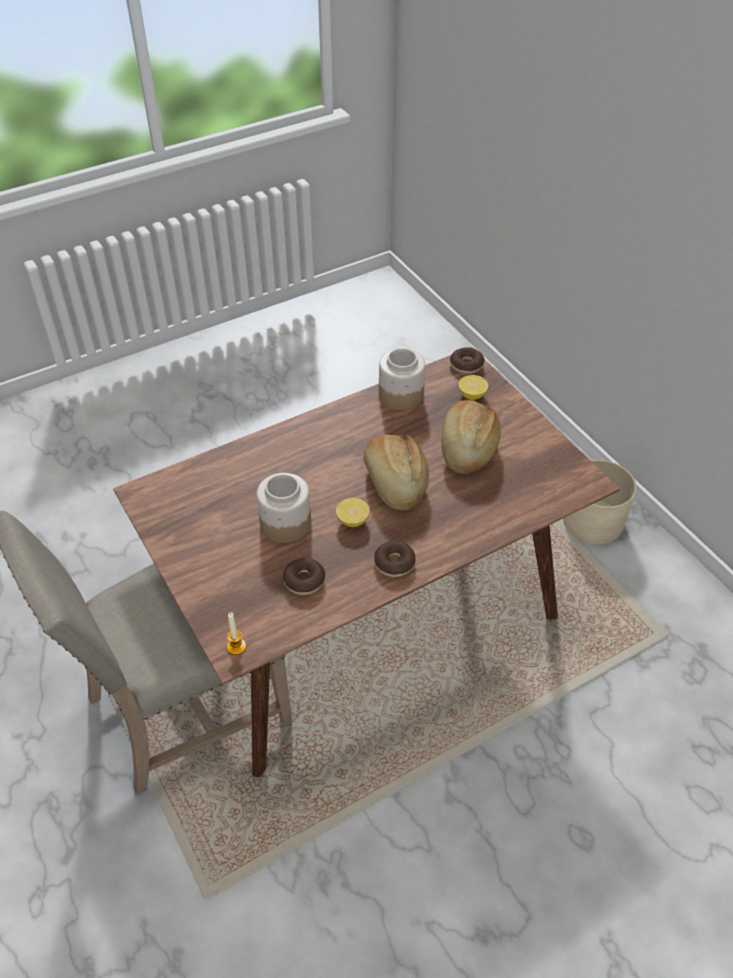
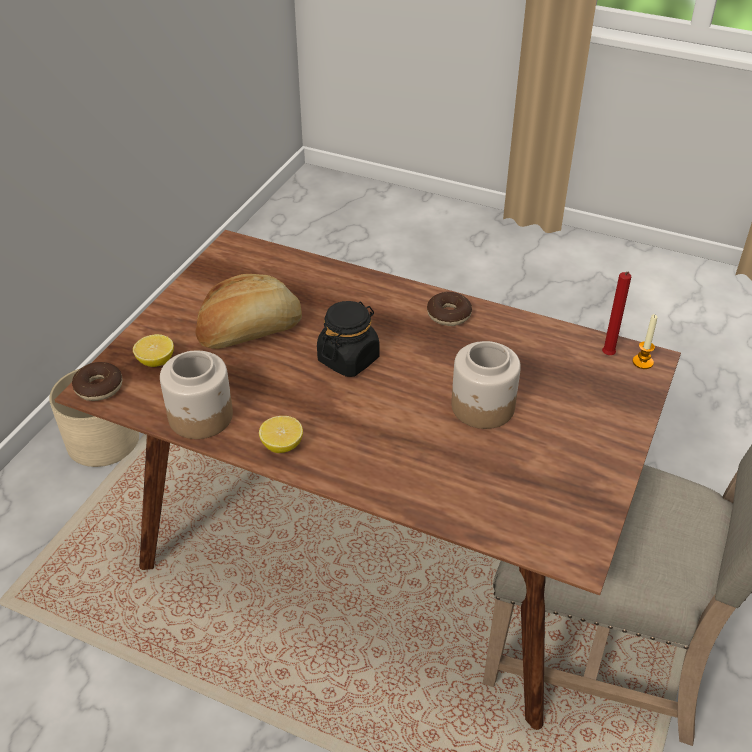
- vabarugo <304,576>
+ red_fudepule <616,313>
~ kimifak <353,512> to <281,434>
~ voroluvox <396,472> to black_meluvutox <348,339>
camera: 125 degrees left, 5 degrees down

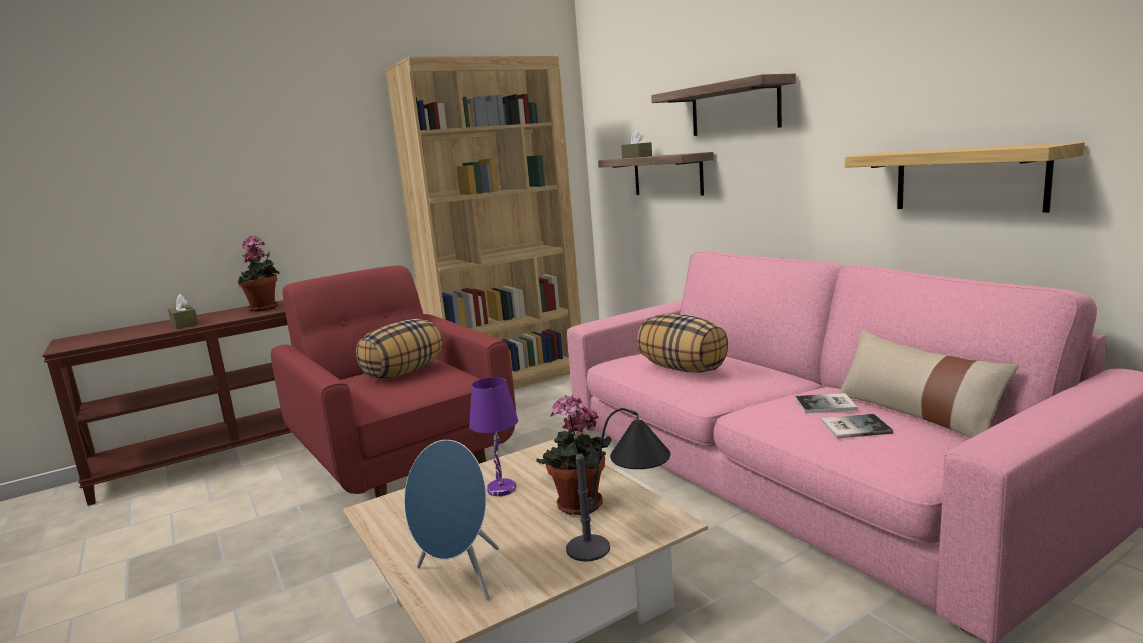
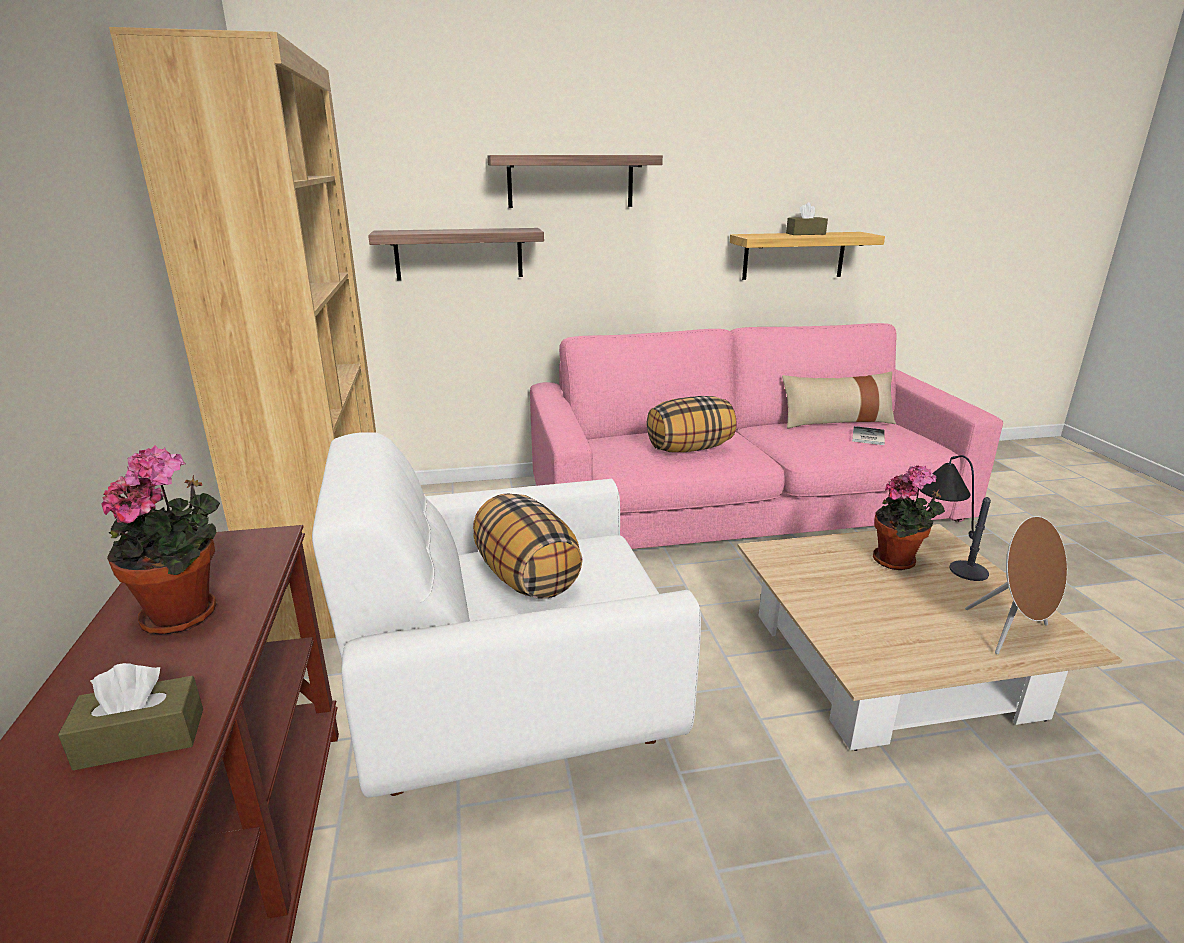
- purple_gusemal <493,436>
- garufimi <826,403>
~ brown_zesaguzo <636,144> to <807,218>
~ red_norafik <393,382> to white_norafik <506,615>
~ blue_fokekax <451,519> to brown_fokekax <1016,585>
camera: 70 degrees left, 10 degrees up

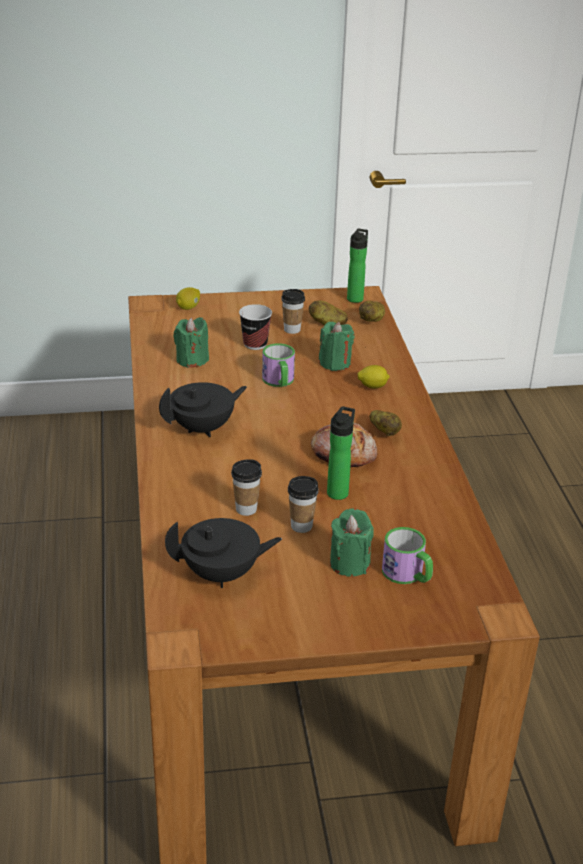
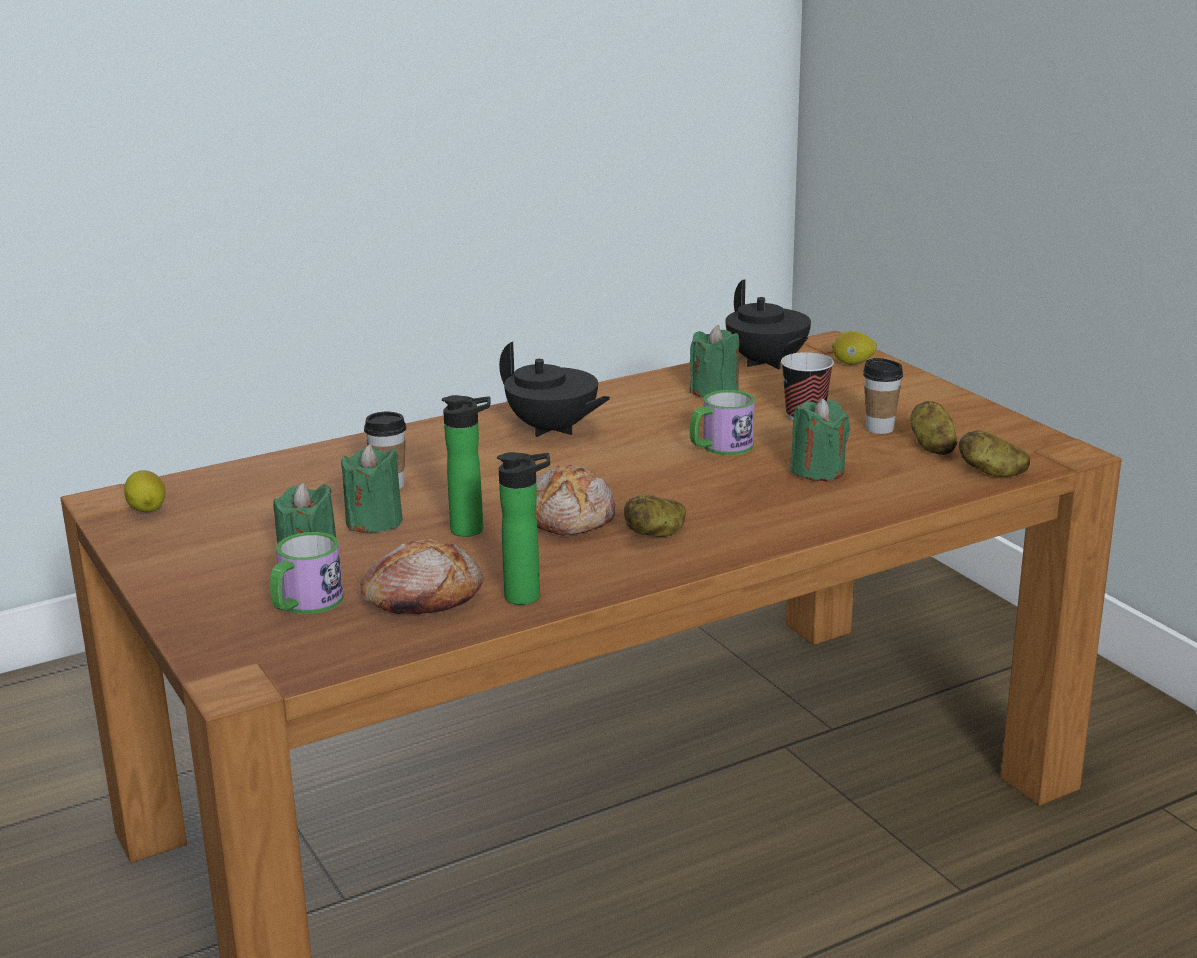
+ voroluvox <422,576>
~ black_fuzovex <223,553> to <768,324>
~ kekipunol <357,266> to <523,528>
~ kimifak <373,377> to <144,491>
~ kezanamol <303,504> to green_fudepule <372,488>
camera: 70 degrees right, 10 degrees down

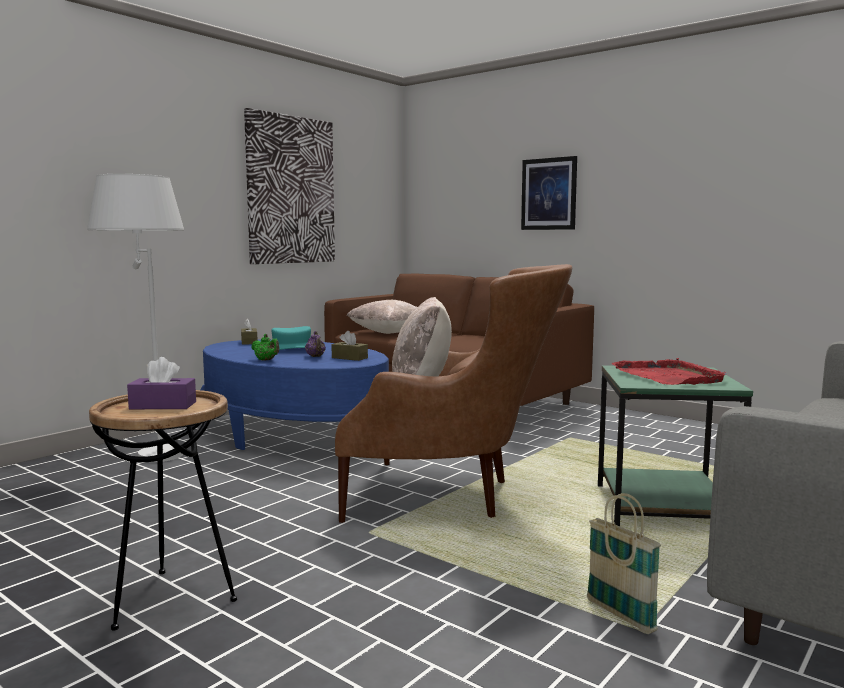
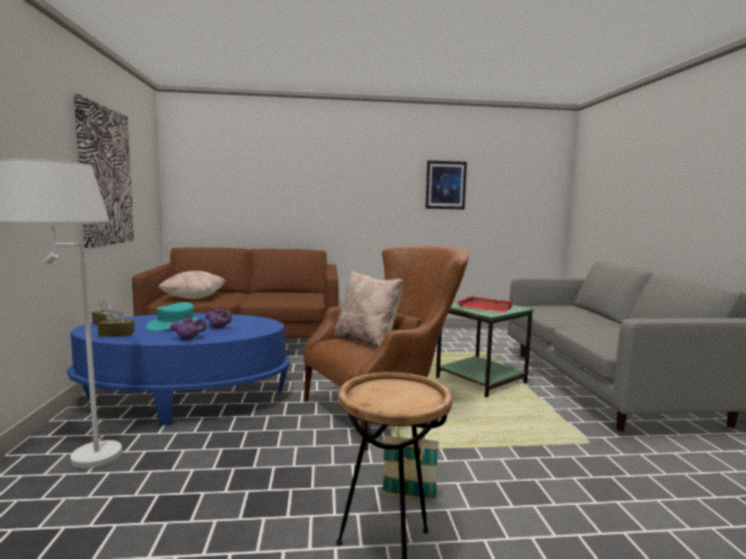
- purple_zesaguzo <161,383>
~ brown_zesaguzo <349,346> to <116,323>
~ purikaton <549,193> to <446,185>
~ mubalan <624,563> to <410,464>
~ green_fuzovex <265,347> to purple_fuzovex <188,326>
camera: 45 degrees left, 0 degrees up

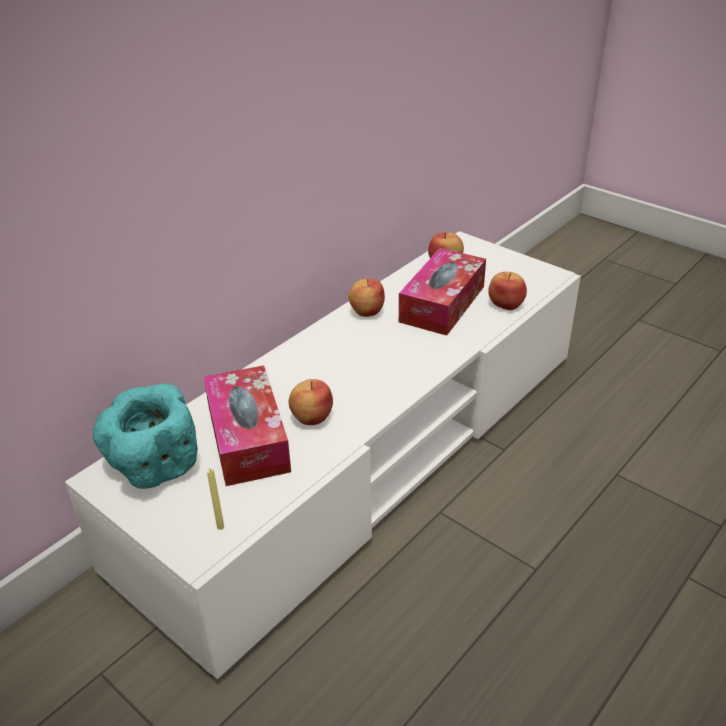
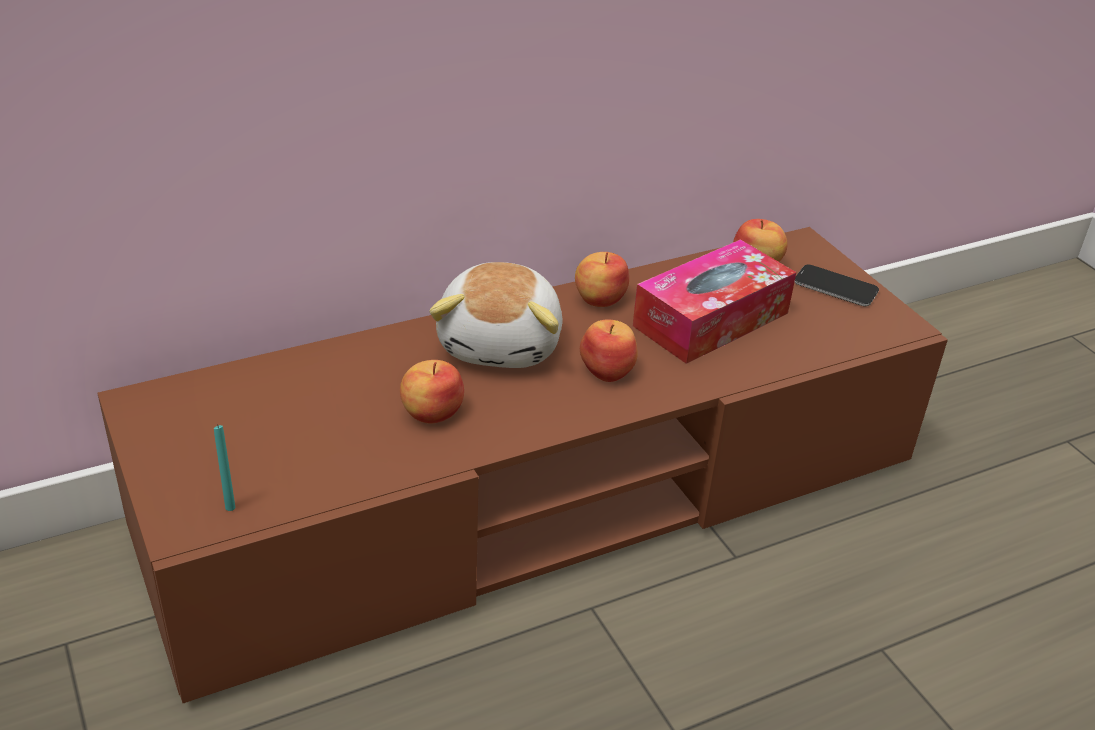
- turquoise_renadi <145,436>
- zesaguzo <247,425>
+ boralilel <495,315>
+ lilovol <836,285>
~ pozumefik <507,291> to <609,350>
~ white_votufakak <323,455> to brown_votufakak <522,465>
~ yellow_fudepule <215,499> to turquoise_fudepule <224,467>
camera: 20 degrees right, 0 degrees up

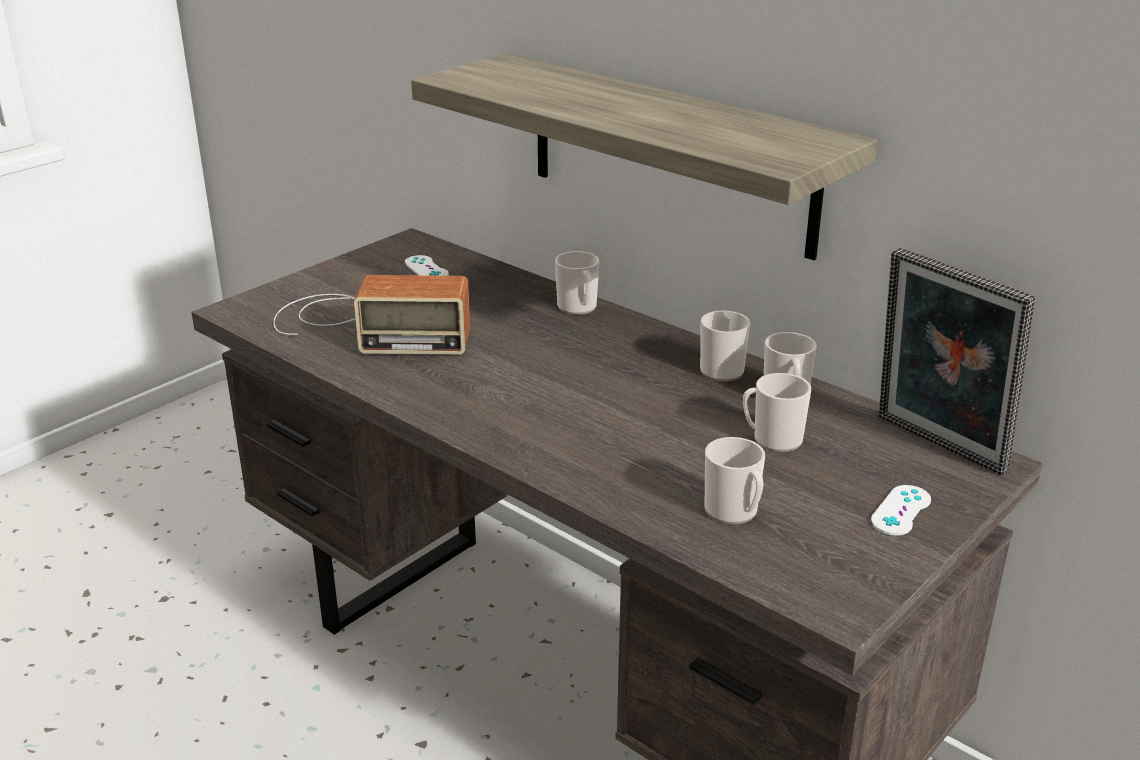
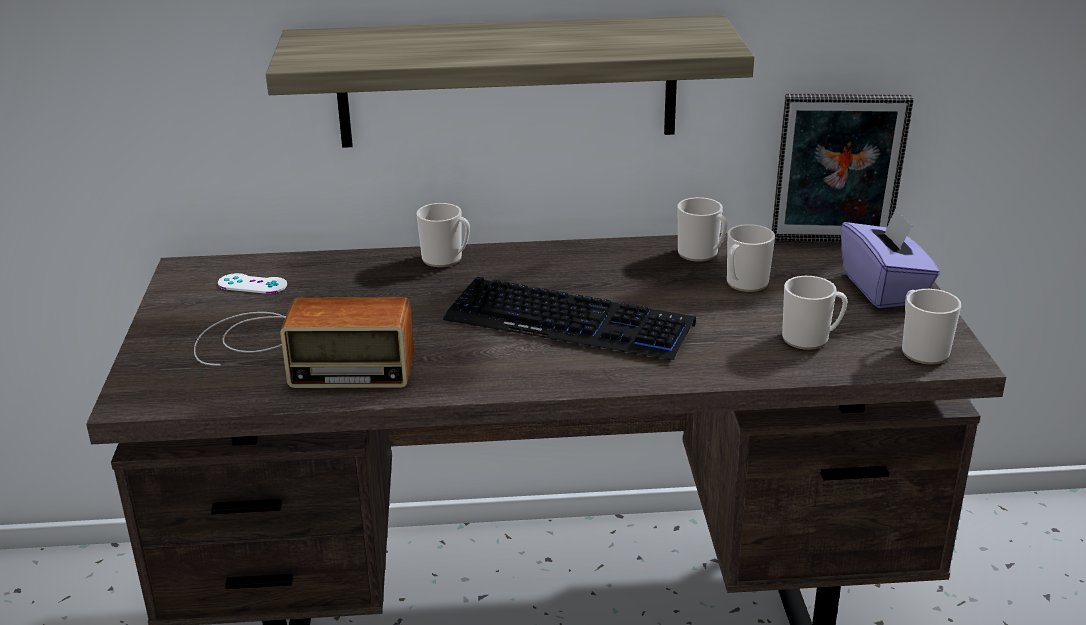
+ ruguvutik <569,318>
~ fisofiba <725,346> to <931,327>
~ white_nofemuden <901,510> to purple_zesaguzo <890,258>
~ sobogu <371,315> = <304,342> 45 degrees clockwise
camera: 45 degrees left, 0 degrees up

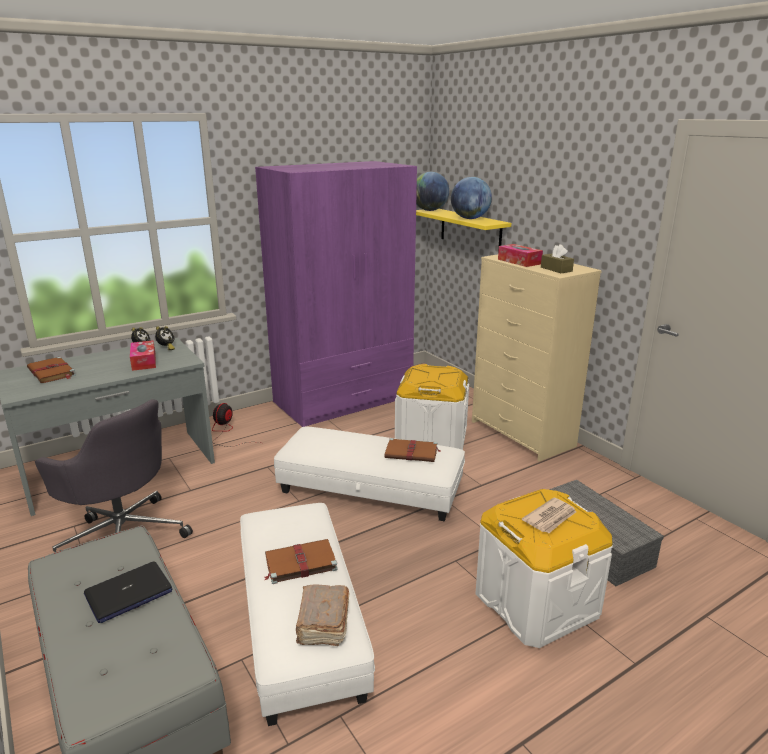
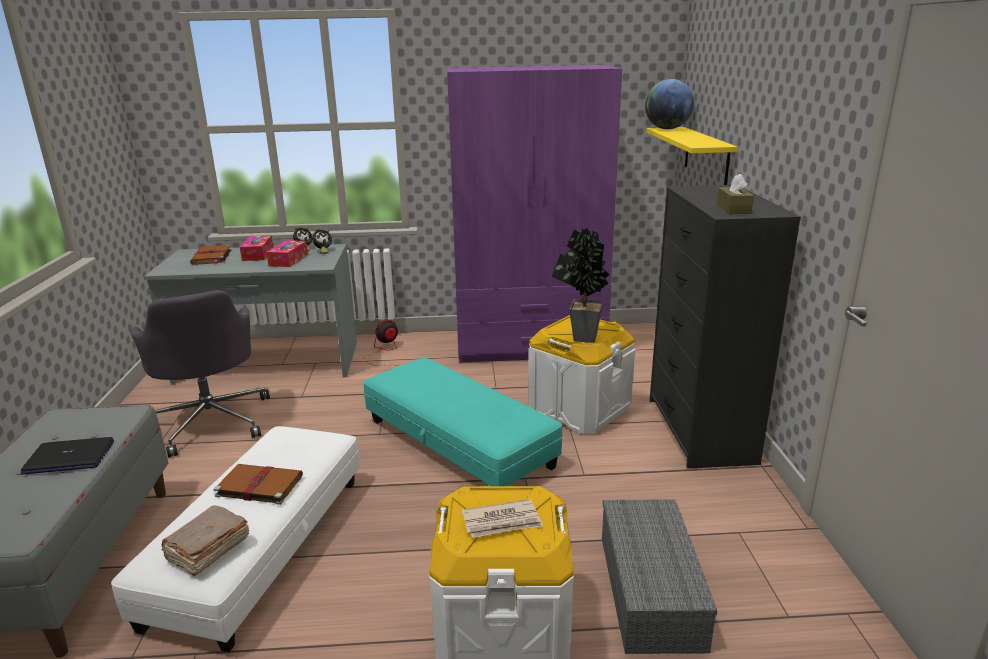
- brown_garufimi <412,450>
- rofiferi <471,198>
+ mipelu <581,285>
~ zesaguzo <520,255> to <256,248>
~ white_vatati <369,473> to turquoise_vatati <463,422>
~ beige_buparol <537,357> to black_buparol <725,327>
camera: 30 degrees right, 0 degrees up

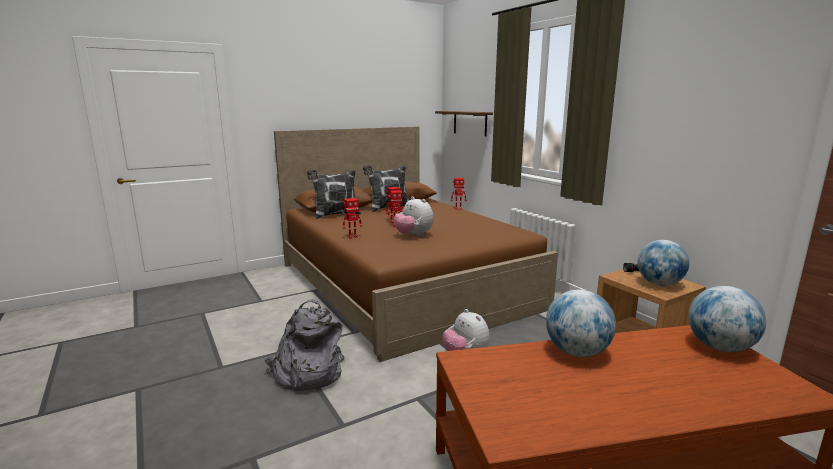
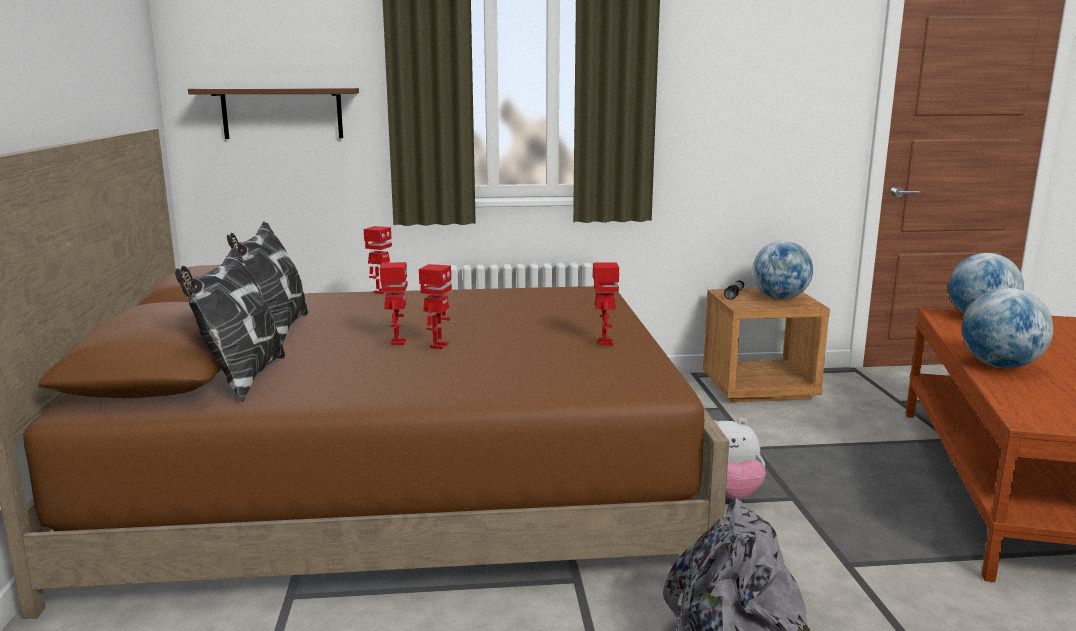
- boralilel <413,216>
~ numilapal <353,218> to <606,304>
camera: 65 degrees left, 0 degrees up

